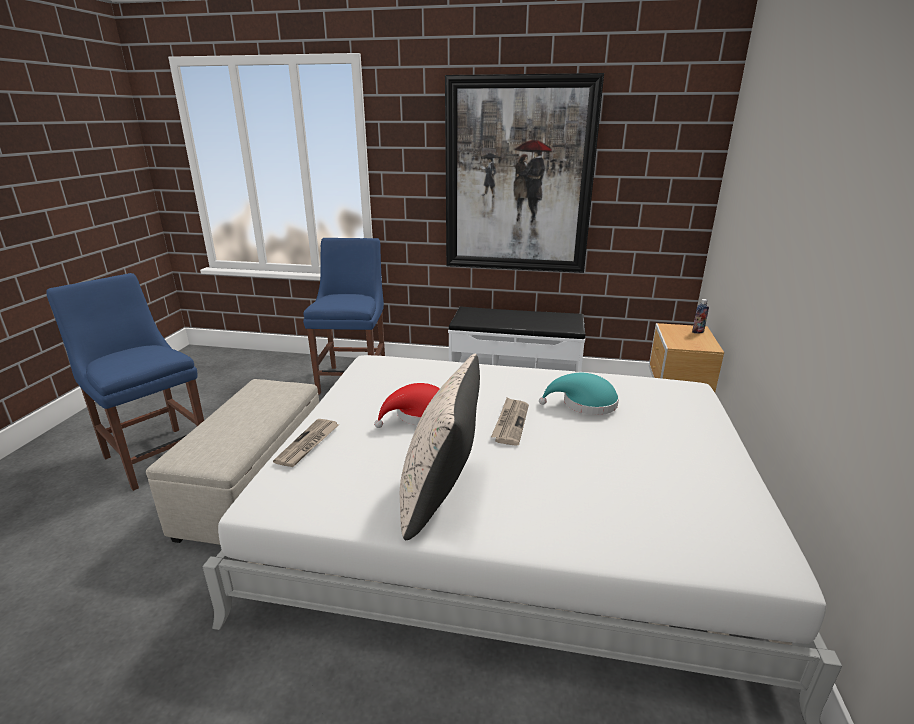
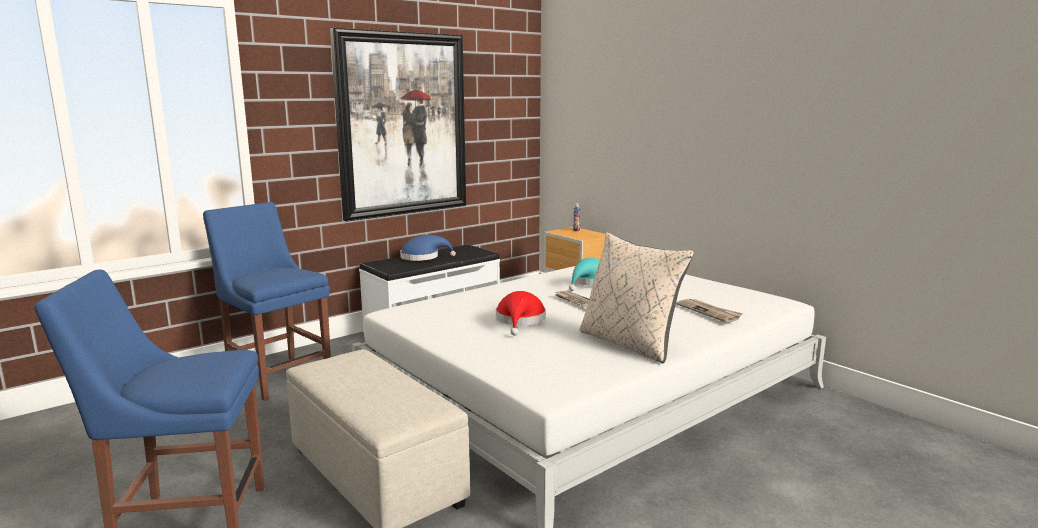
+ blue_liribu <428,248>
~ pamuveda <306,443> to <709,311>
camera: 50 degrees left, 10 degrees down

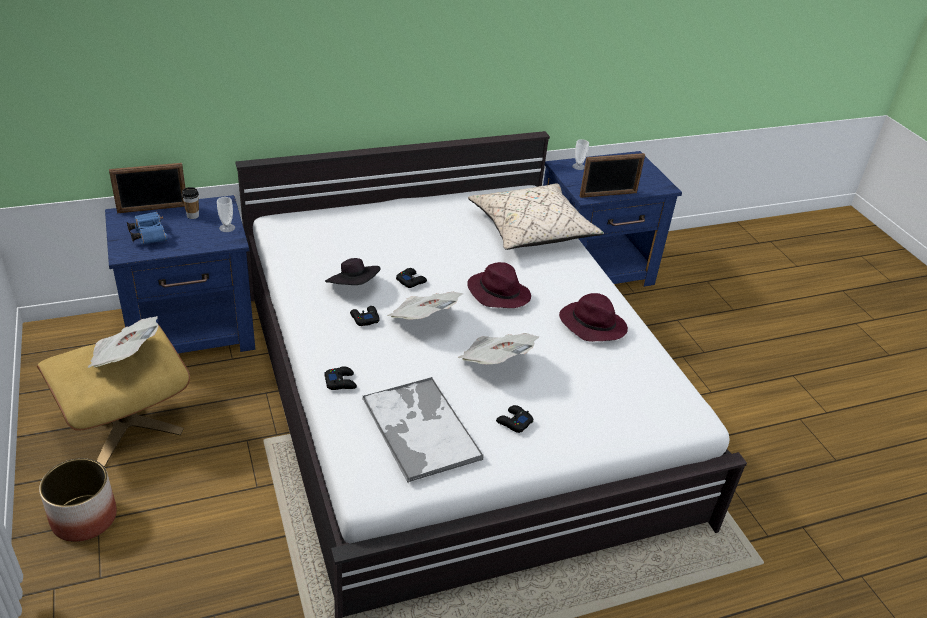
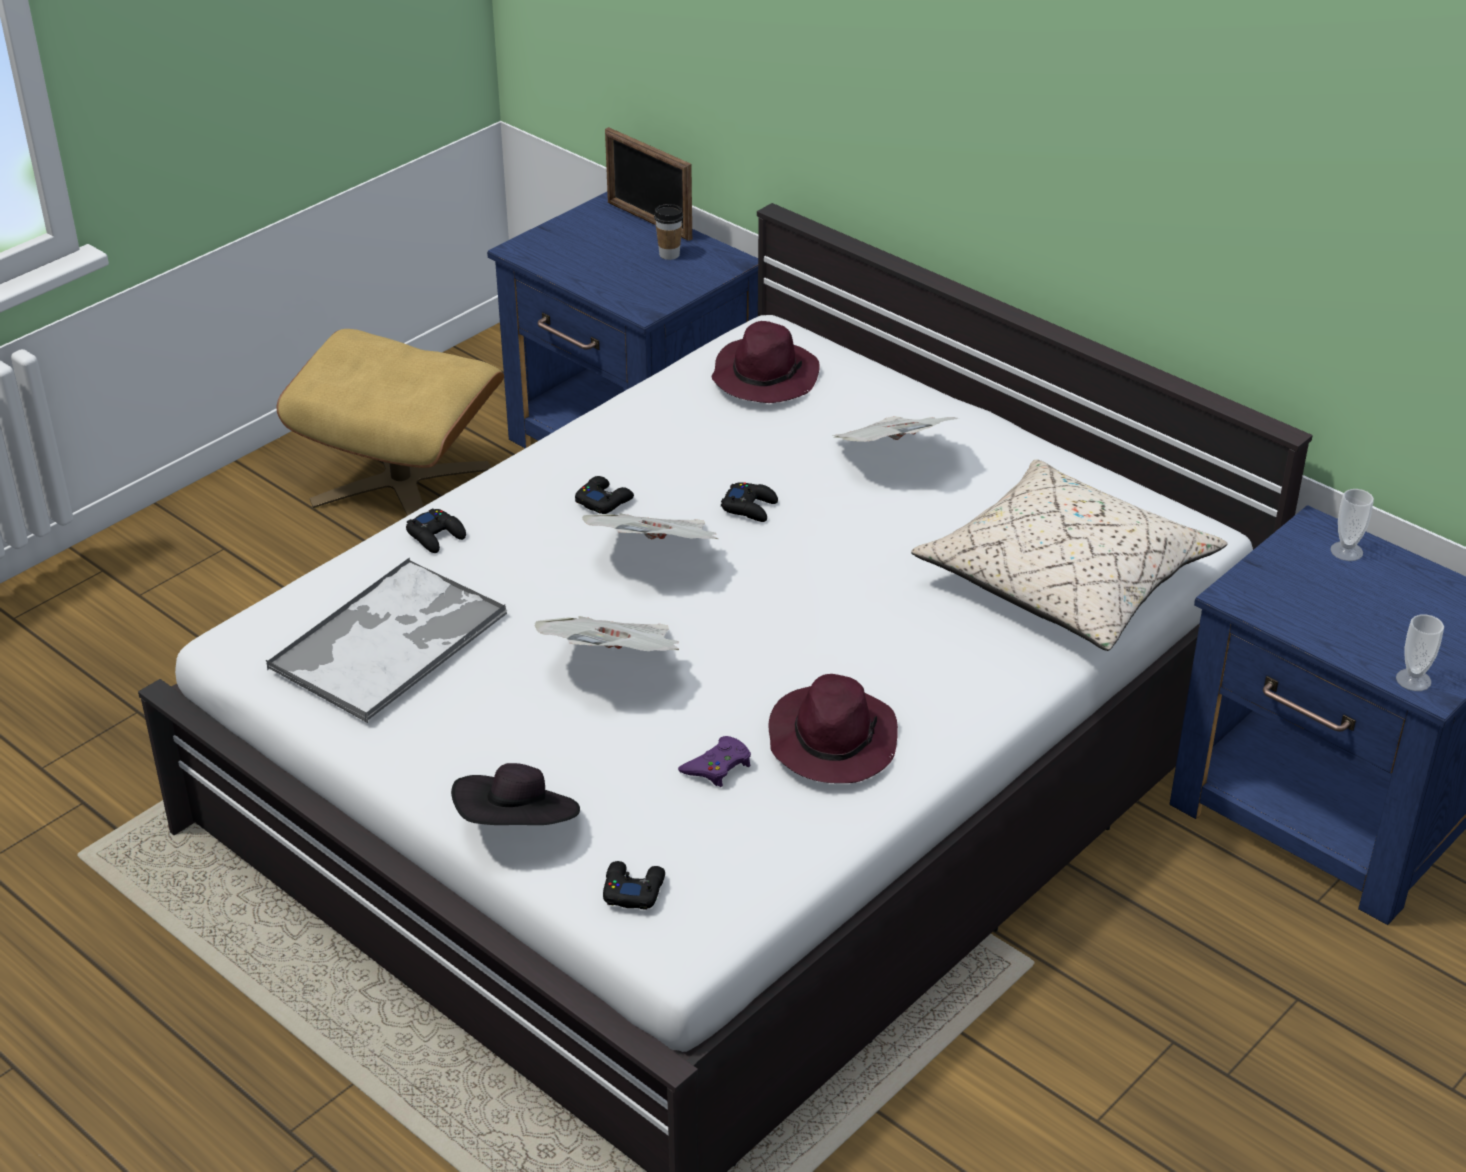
- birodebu <78,500>
- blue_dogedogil <147,227>
- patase <612,175>
+ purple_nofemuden <714,761>
~ pamuveda <123,342> to <895,429>
~ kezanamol <226,214> to <1420,652>
~ black_liribu <353,271> to <515,794>
~ purple_liribu <499,285> to <766,362>
~ black_nofemuden <515,419> to <634,885>
camera: 65 degrees right, 0 degrees up

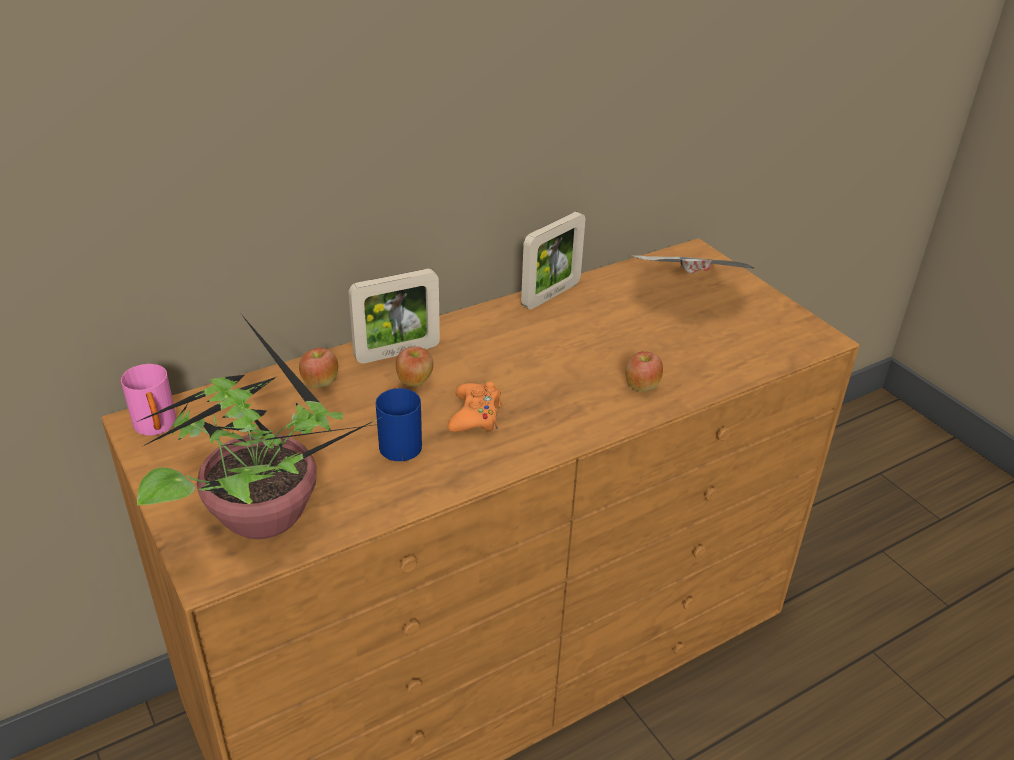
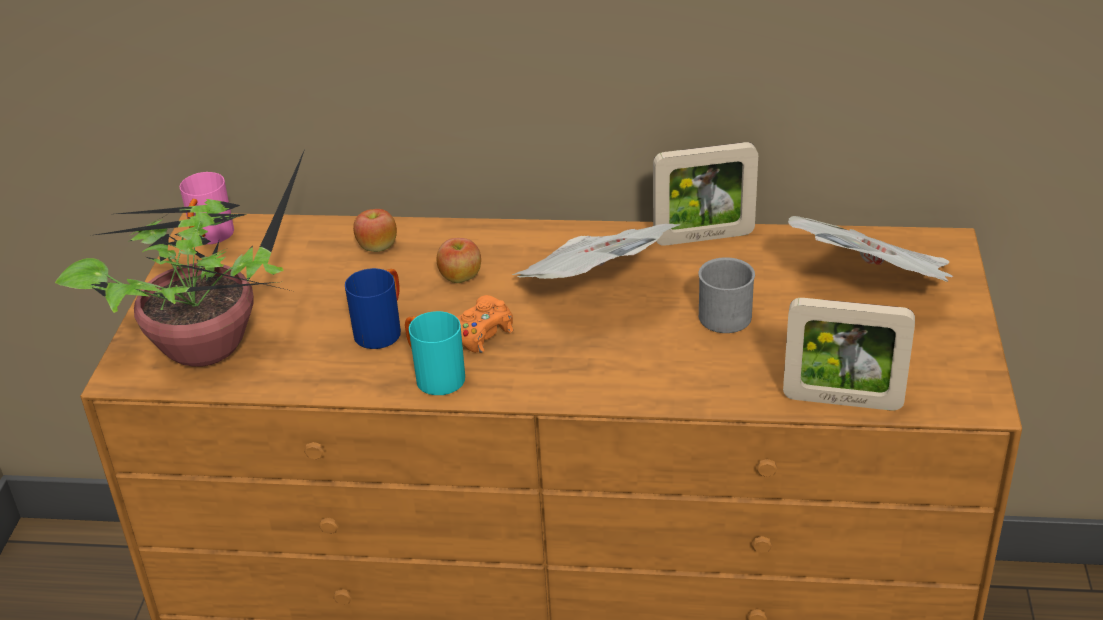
- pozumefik <644,371>
+ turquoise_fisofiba <435,353>
+ pamuveda <596,251>
+ grey_fisofiba <726,295>
~ patase <394,316> to <849,354>
camera: 40 degrees right, 0 degrees up

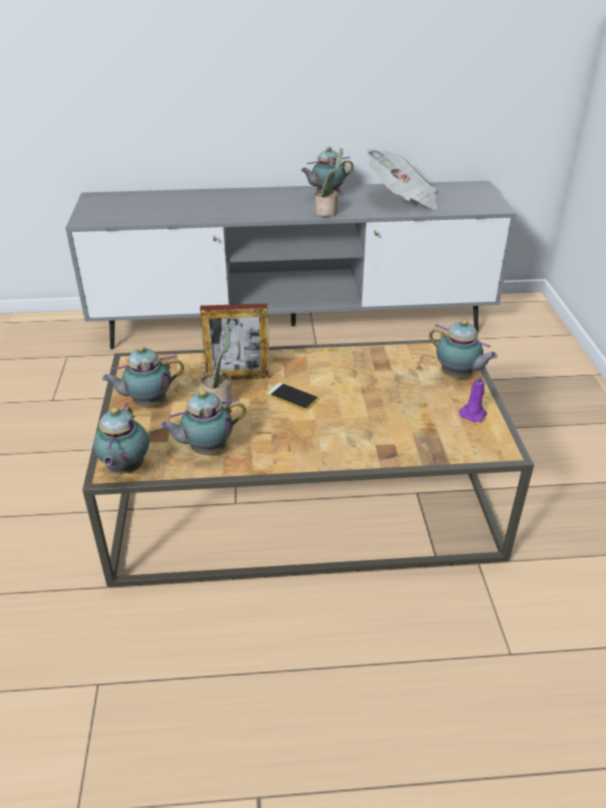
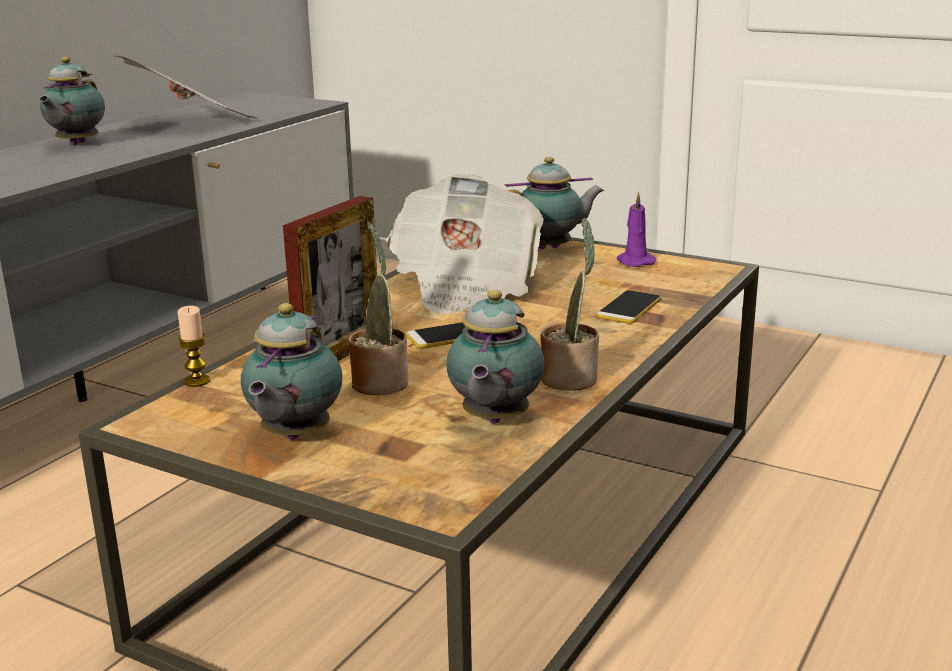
- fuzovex <121,438>
+ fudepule <193,346>
+ pamuveda <465,243>
+ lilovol <628,307>
~ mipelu <329,182> to <570,304>
camera: 55 degrees left, 15 degrees down

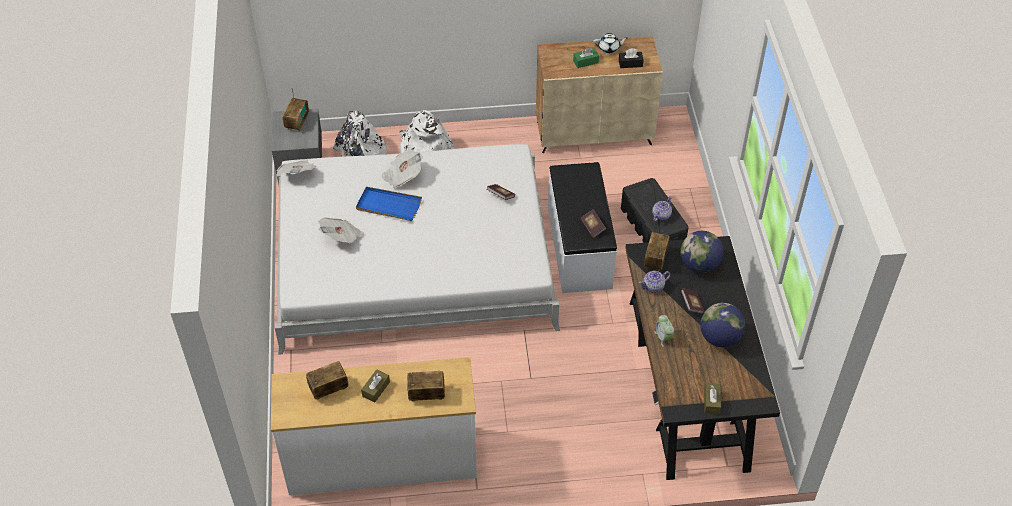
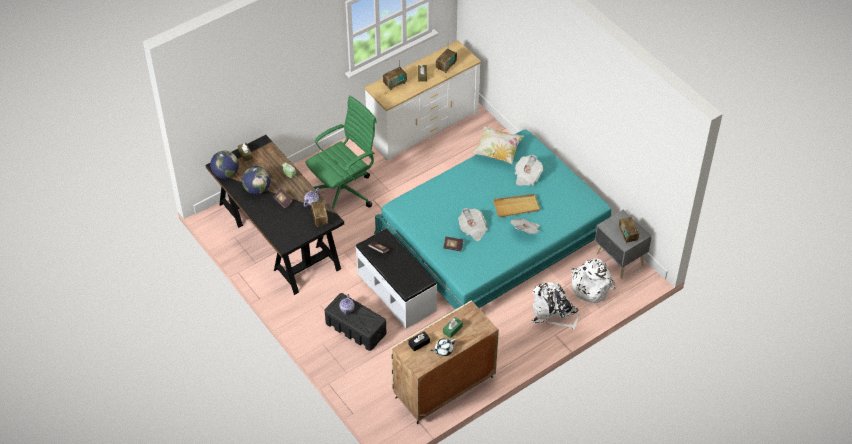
+ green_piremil <341,153>
+ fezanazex <498,145>
~ pamuveda <297,166> to <473,224>
~ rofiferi <701,252> to <224,165>
~ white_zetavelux <417,249> to turquoise_zetavelux <493,219>
~ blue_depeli <389,204> to beige_depeli <516,205>
camera: 150 degrees right, 0 degrees up

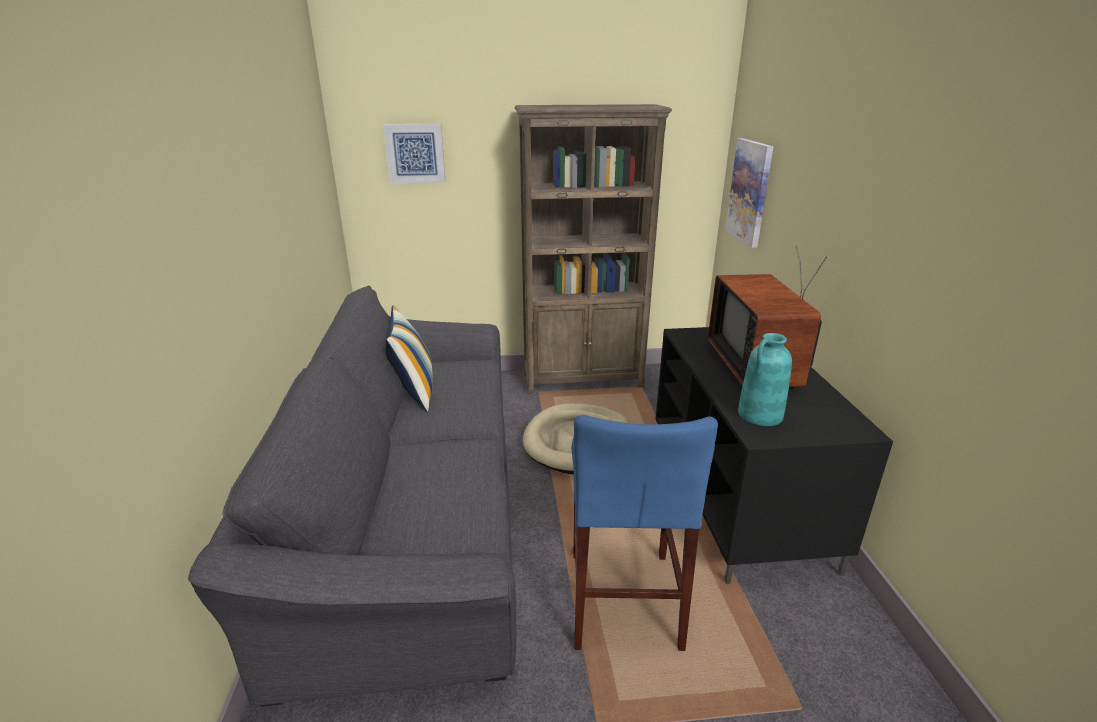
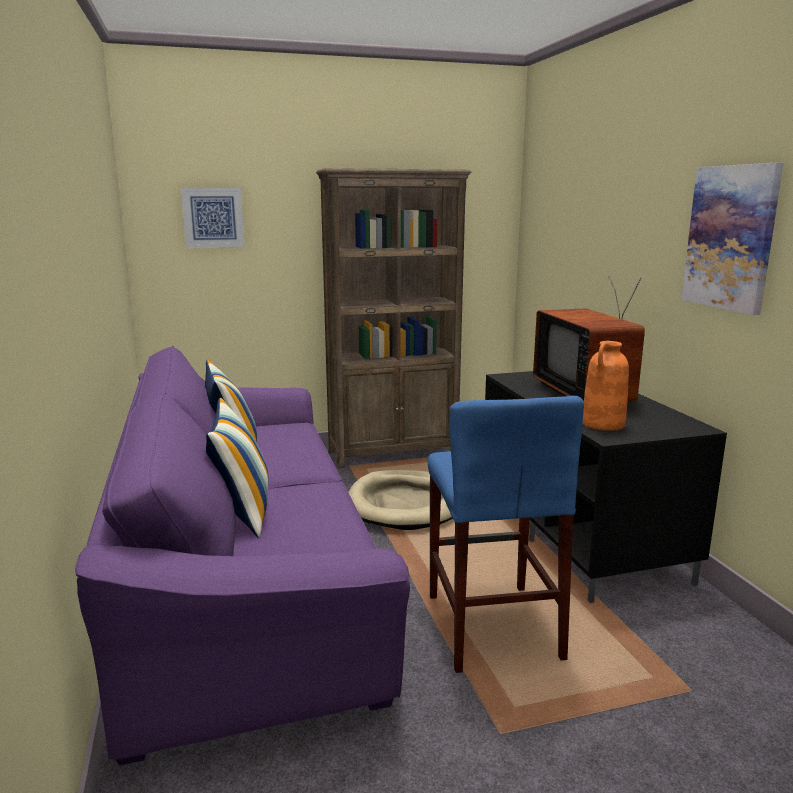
+ fezanazex <237,467>
~ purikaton <749,193> to <732,239>
~ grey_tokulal <352,496> to purple_tokulal <242,555>
~ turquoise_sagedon <765,379> to orange_sagedon <606,386>
camera: 10 degrees left, 10 degrees down

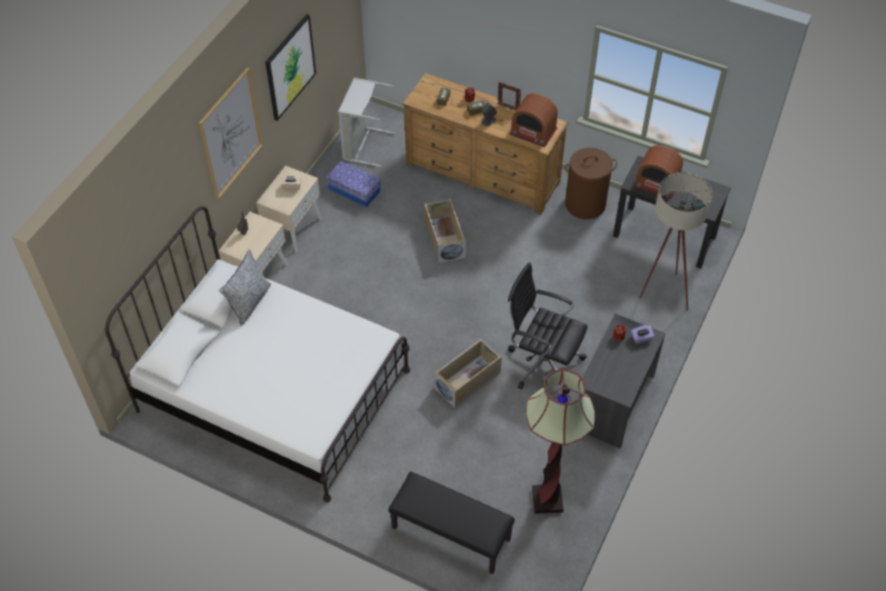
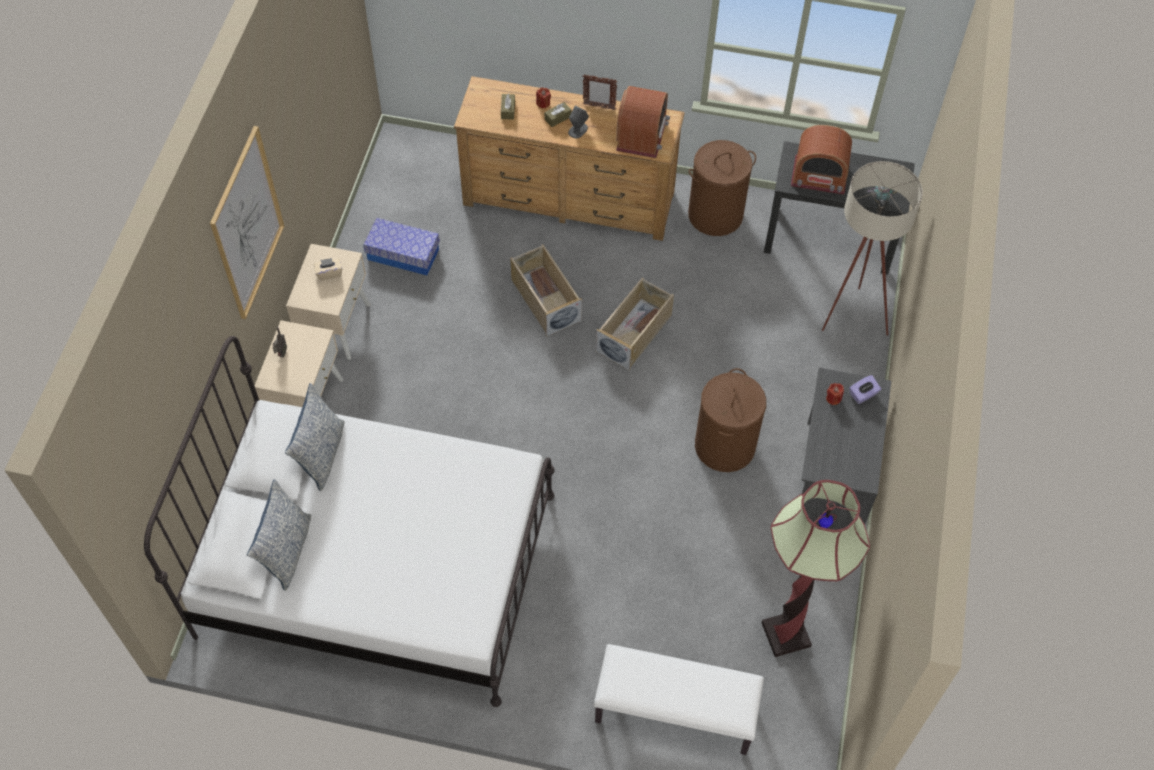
- purikaton <290,67>
- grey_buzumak <367,122>
+ fezanazex <279,535>
~ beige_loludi <468,373> to <635,324>
~ black_piremil <548,328> to brown_buzumak <730,420>
~ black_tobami <451,523> to white_tobami <679,699>
~ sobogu <534,120> = <643,122> 90 degrees counterclockwise
camera: 15 degrees left, 5 degrees up

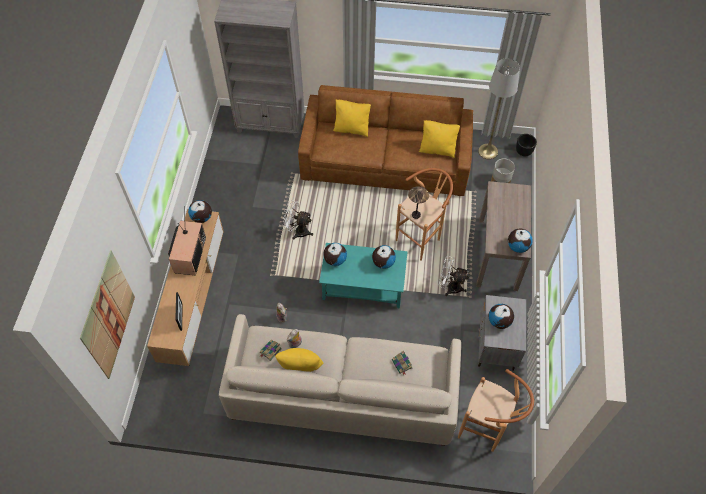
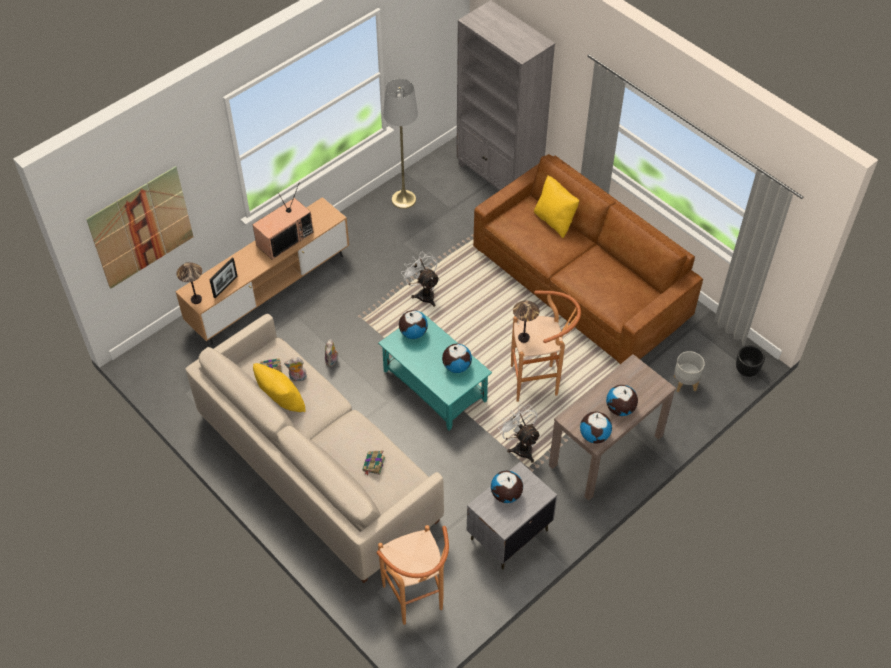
- yellow_fezanazex <439,139>
+ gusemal <189,283>
~ rofiferi <200,211> to <622,400>
~ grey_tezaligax <499,109> to <400,144>
camera: 40 degrees right, 5 degrees down

